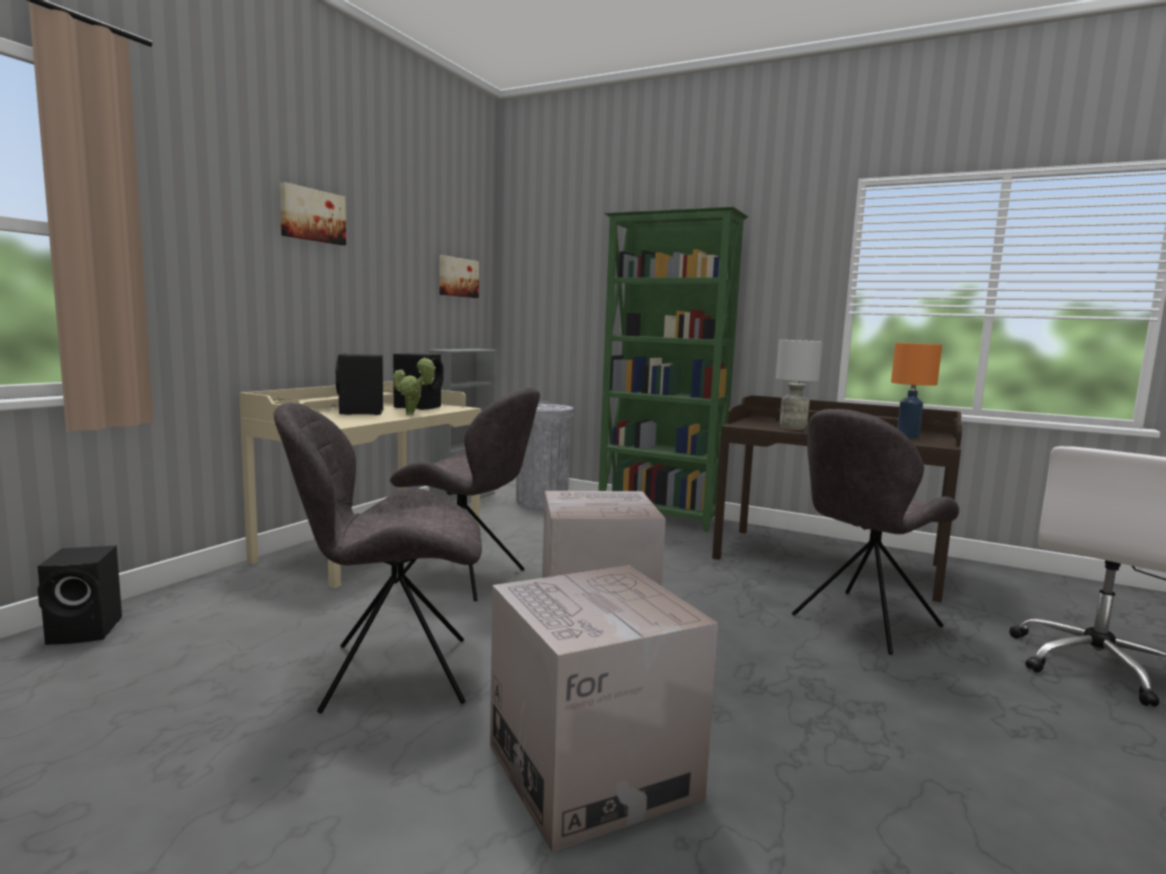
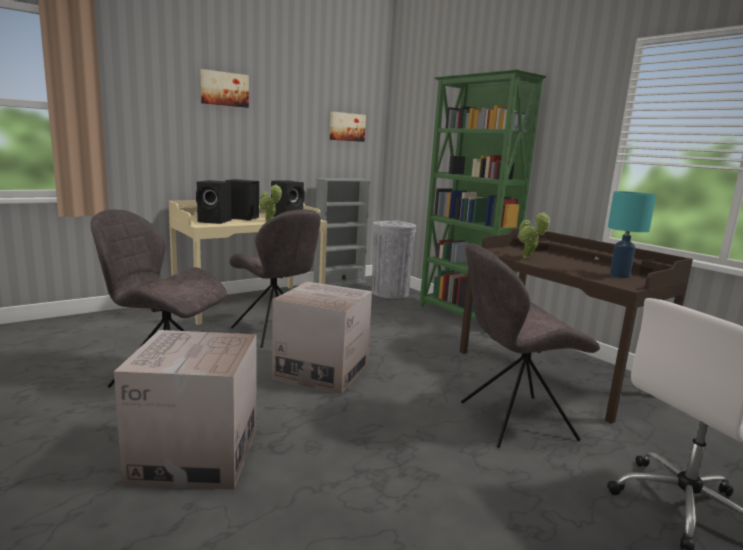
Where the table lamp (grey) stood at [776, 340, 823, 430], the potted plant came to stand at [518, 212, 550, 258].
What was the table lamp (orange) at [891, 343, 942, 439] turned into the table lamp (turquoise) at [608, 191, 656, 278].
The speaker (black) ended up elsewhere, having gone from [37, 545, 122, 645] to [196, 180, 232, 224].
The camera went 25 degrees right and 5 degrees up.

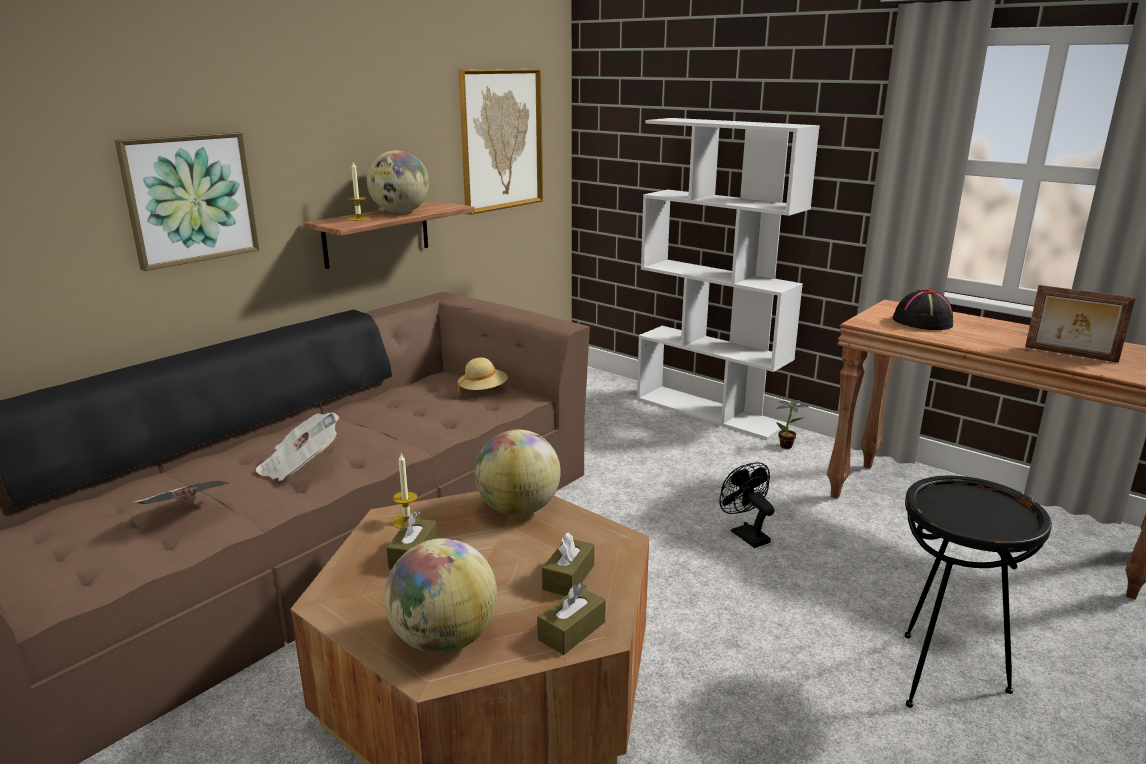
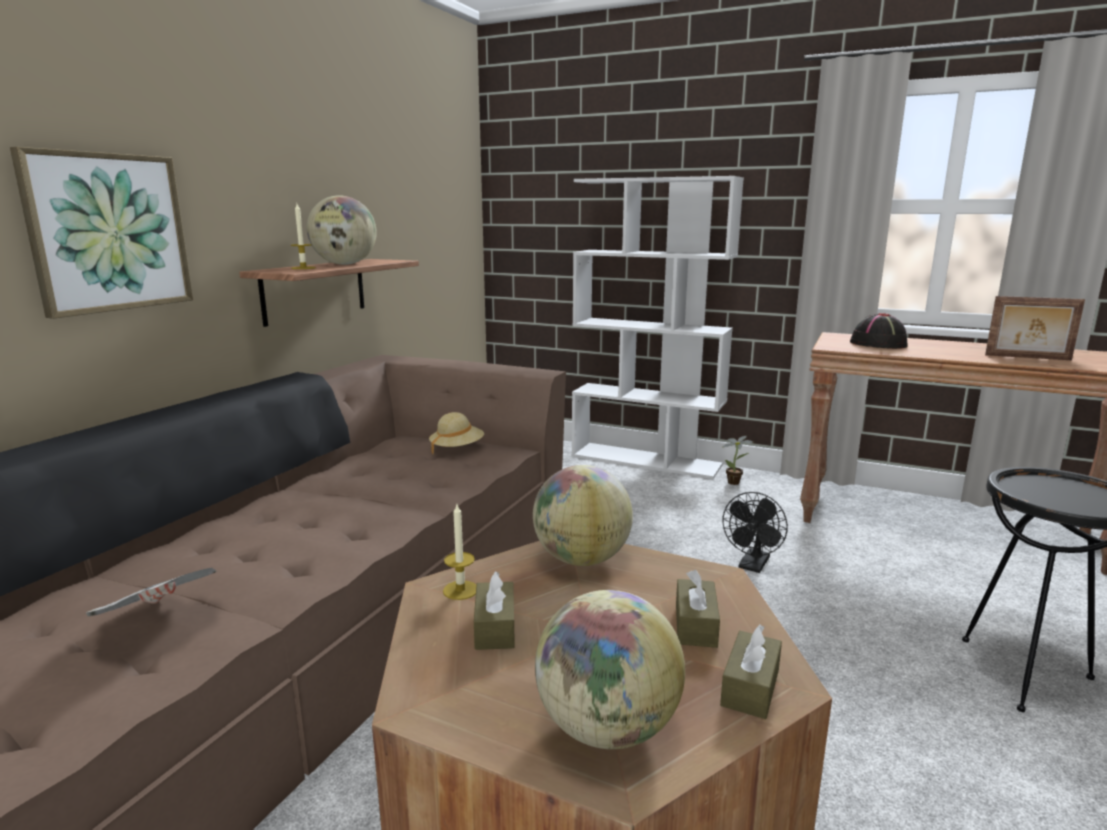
The second view lost the picture at [458, 69, 543, 215].
The second view lost the newspaper at [256, 412, 339, 481].
The fan (black) at [720, 462, 774, 548] ended up facing another way, 105 degrees counterclockwise from before.
The camera went 15 degrees left and 5 degrees down.

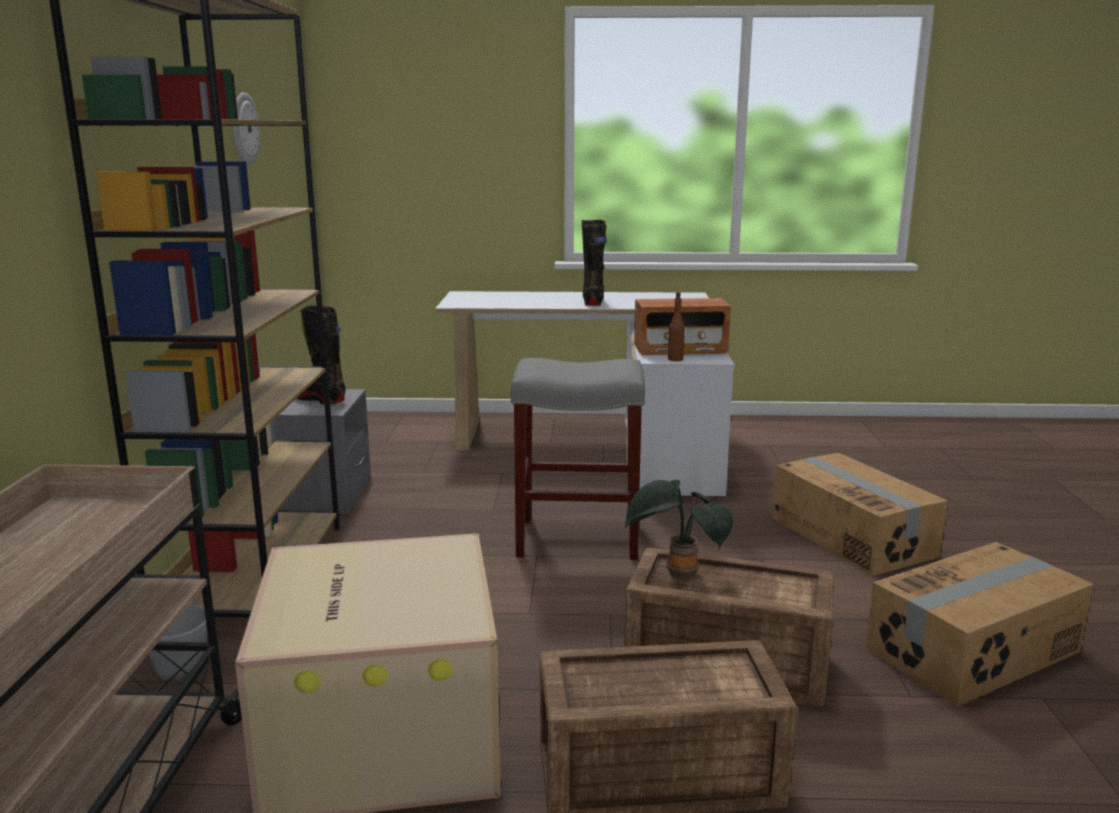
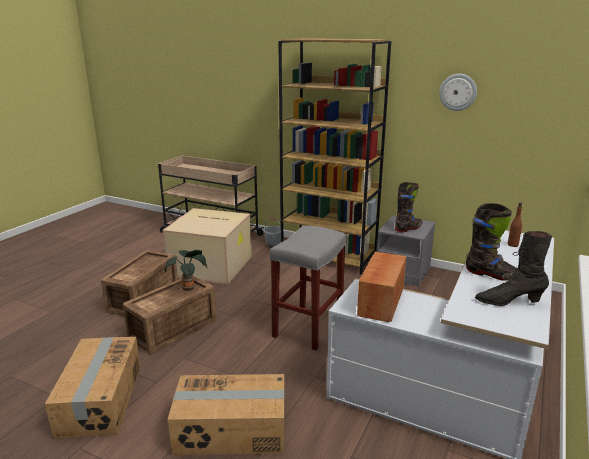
The bottle (brown) ended up elsewhere, having gone from [668, 292, 685, 361] to [507, 202, 522, 247].
The second view gained the boot (black) at [475, 231, 552, 306].
The camera went 115 degrees right and 5 degrees up.

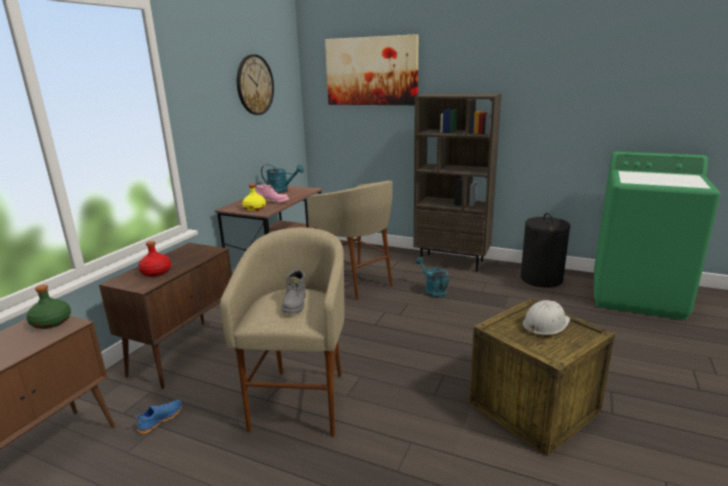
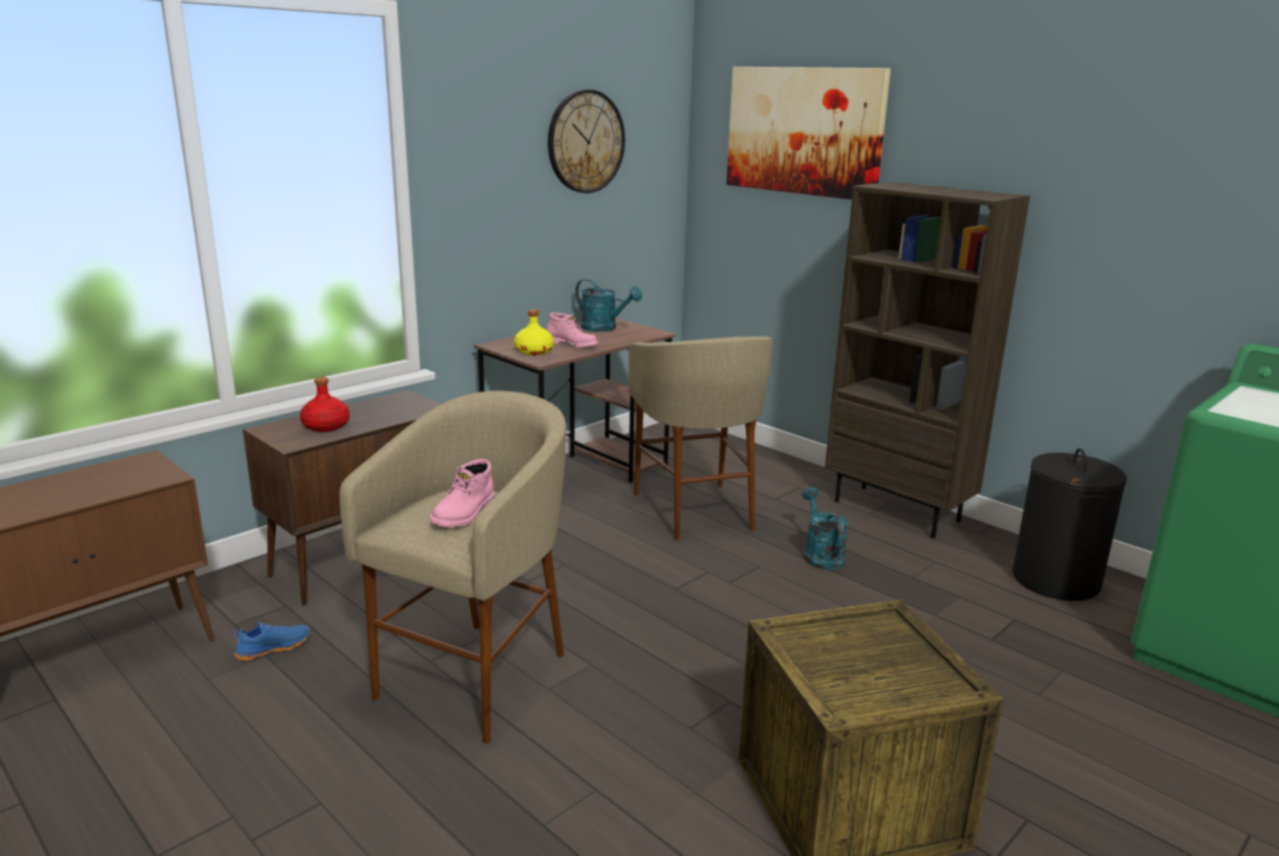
What was the boot (grey) at [281, 269, 306, 313] turned into the boot (pink) at [430, 459, 494, 527].
The second view lost the bottle (green) at [27, 285, 71, 329].
The second view lost the hard hat (white) at [523, 300, 570, 335].
The camera went 20 degrees right and 0 degrees up.

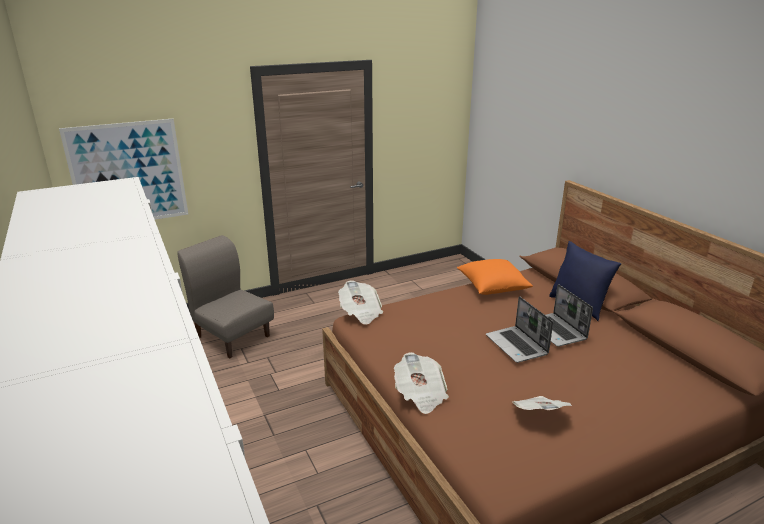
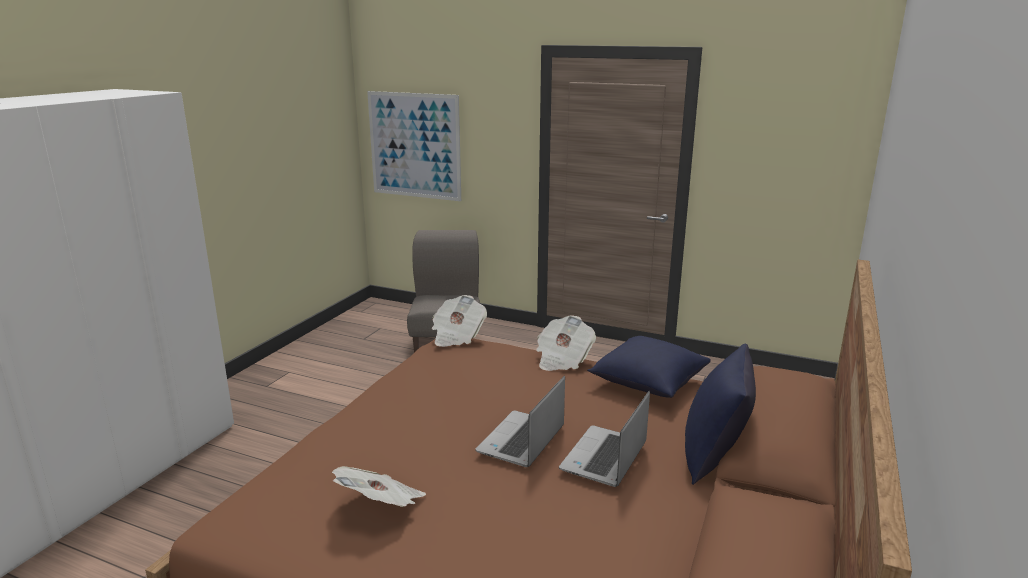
What was the pillow (orange) at [457, 259, 533, 295] turned into the pillow (blue) at [587, 336, 711, 398].
The newspaper ended up elsewhere, having gone from [394, 352, 449, 414] to [536, 315, 596, 371].
The camera went 50 degrees right and 5 degrees down.

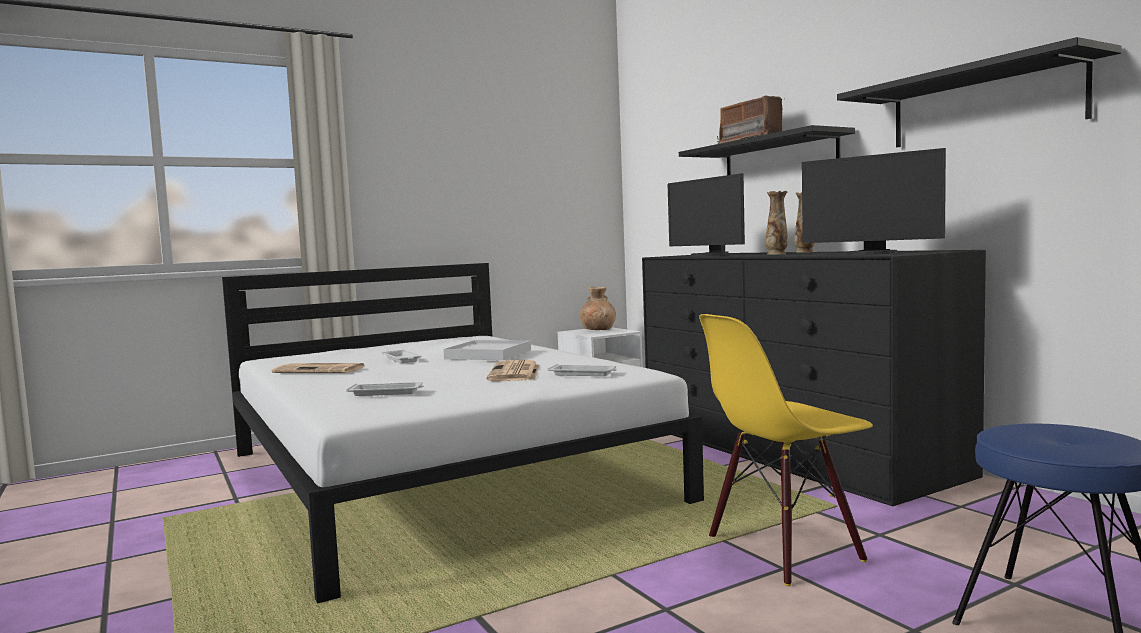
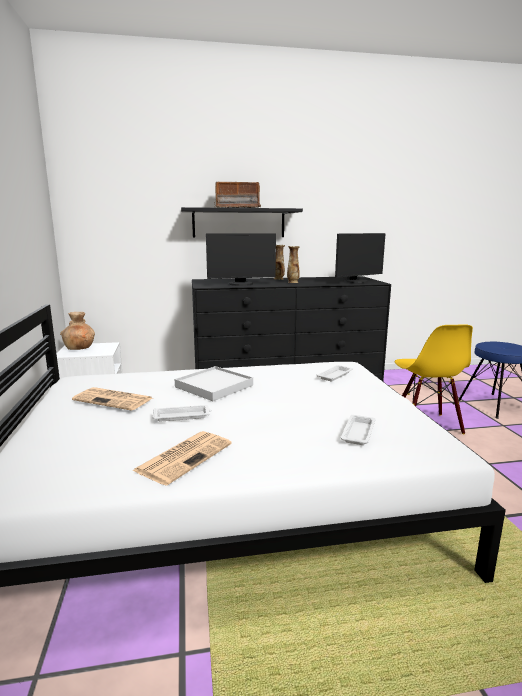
The second view lost the shelf (black) at [837, 37, 1122, 147].
The newspaper ended up elsewhere, having gone from [487, 360, 540, 381] to [72, 387, 152, 411].
The camera went 70 degrees left and 10 degrees up.

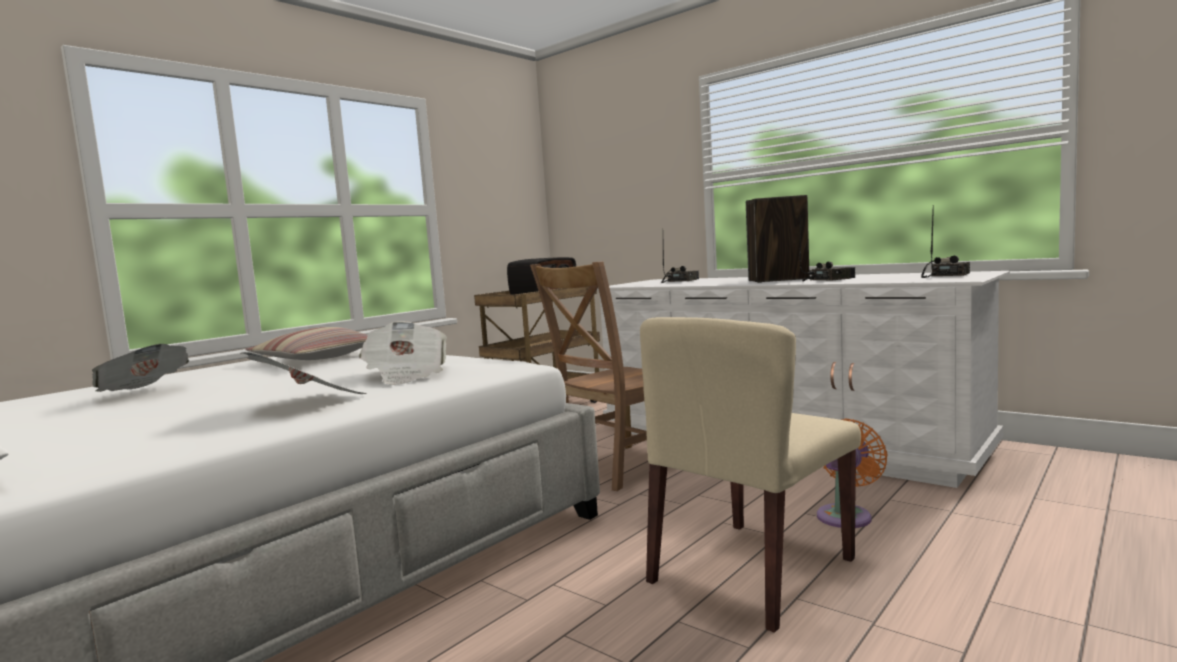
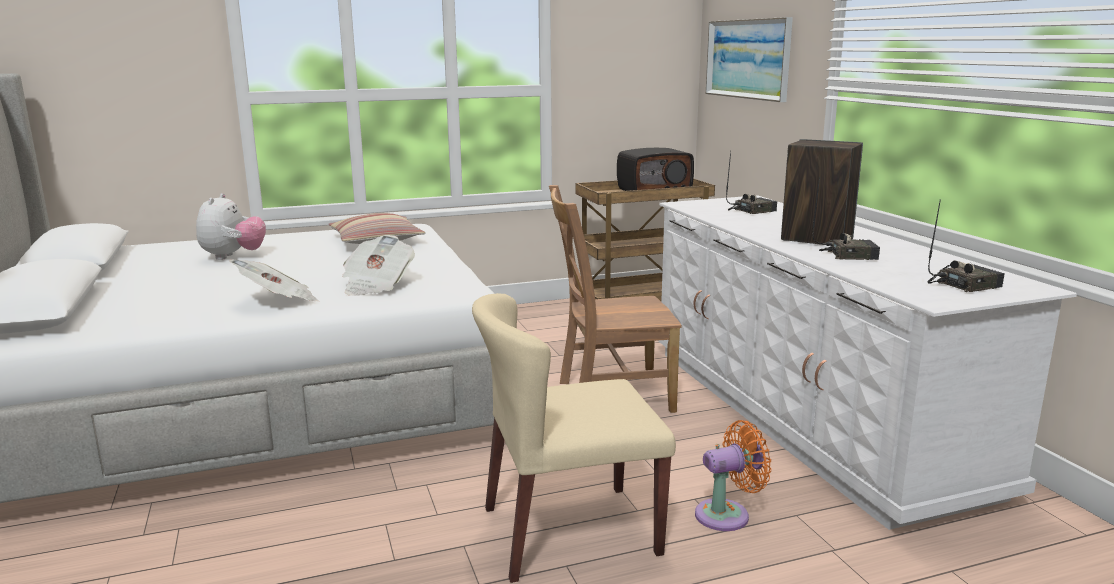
Where the newspaper stood at [92, 344, 189, 392], the plush toy came to stand at [196, 193, 266, 260].
The second view gained the picture at [706, 17, 793, 102].
The camera went 30 degrees right and 10 degrees up.

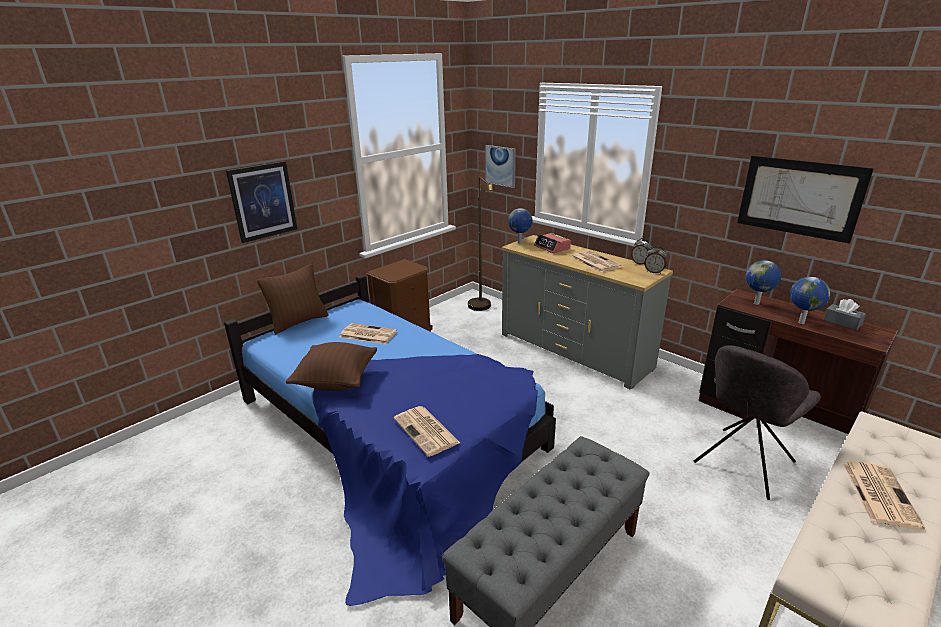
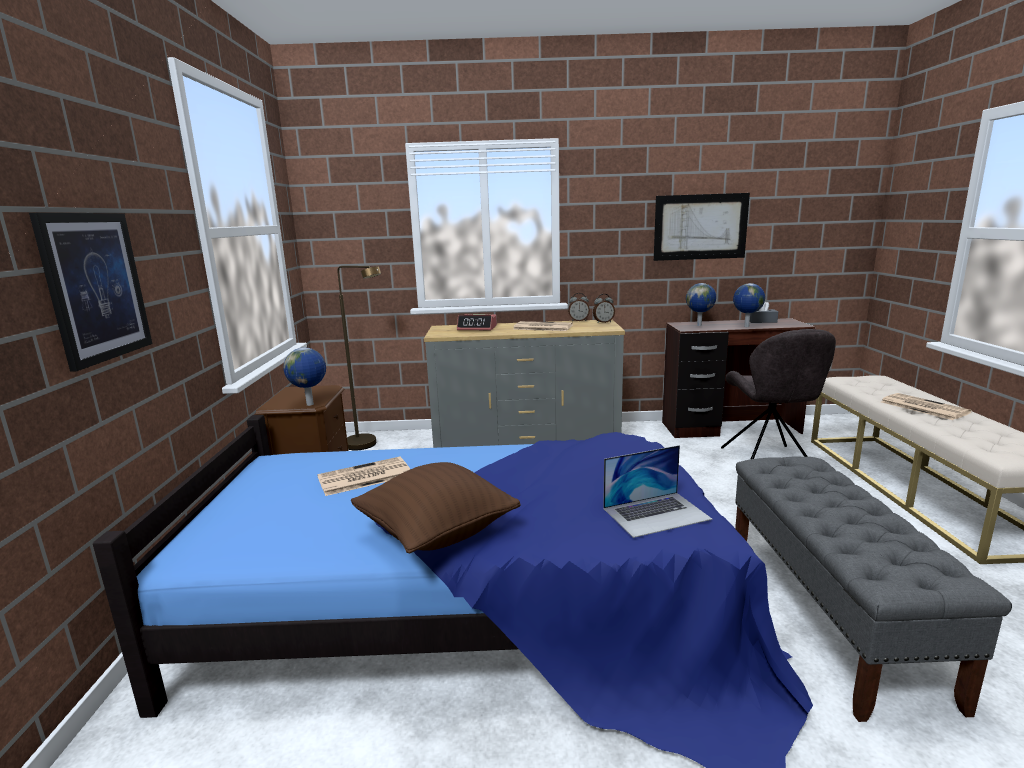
The second view lost the picture at [485, 145, 516, 188].
The globe ended up elsewhere, having gone from [508, 208, 532, 244] to [283, 348, 326, 406].
The second view lost the pillow (brown) at [257, 264, 329, 335].
Where the newspaper stood at [394, 406, 460, 457], the laptop came to stand at [603, 445, 712, 538].
The camera went 45 degrees left and 10 degrees down.

